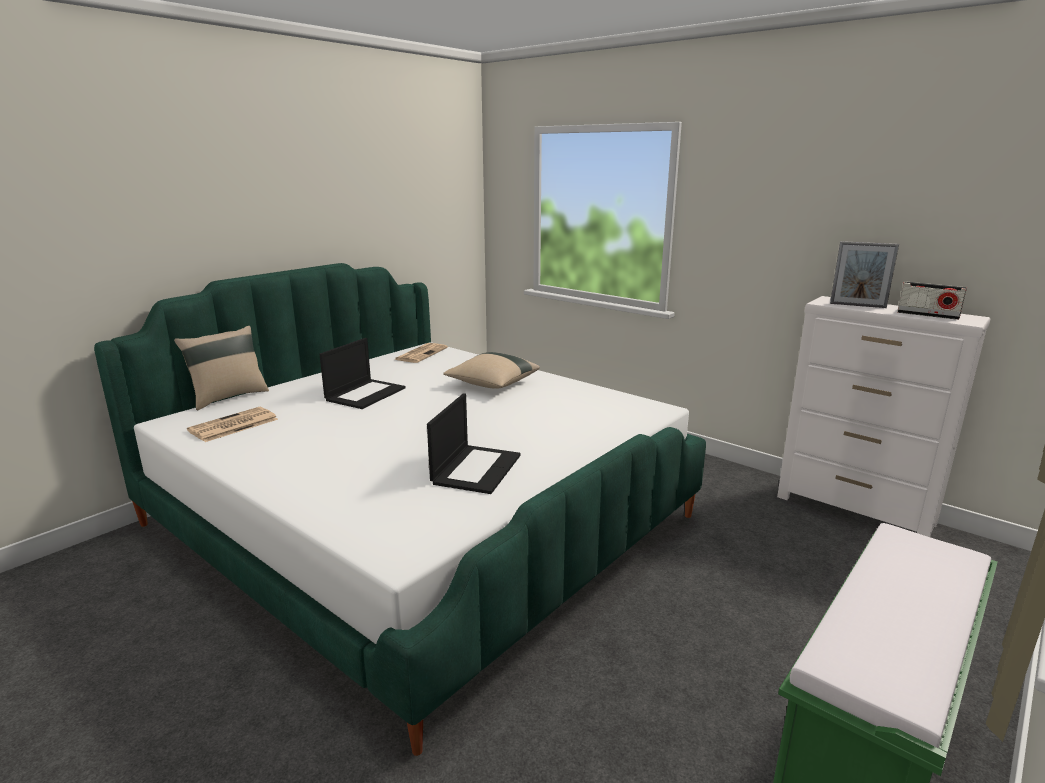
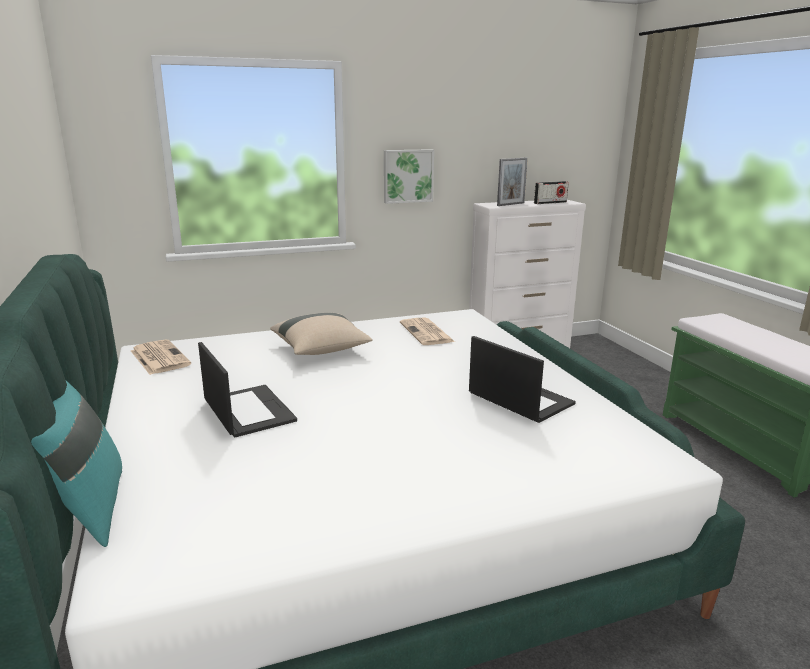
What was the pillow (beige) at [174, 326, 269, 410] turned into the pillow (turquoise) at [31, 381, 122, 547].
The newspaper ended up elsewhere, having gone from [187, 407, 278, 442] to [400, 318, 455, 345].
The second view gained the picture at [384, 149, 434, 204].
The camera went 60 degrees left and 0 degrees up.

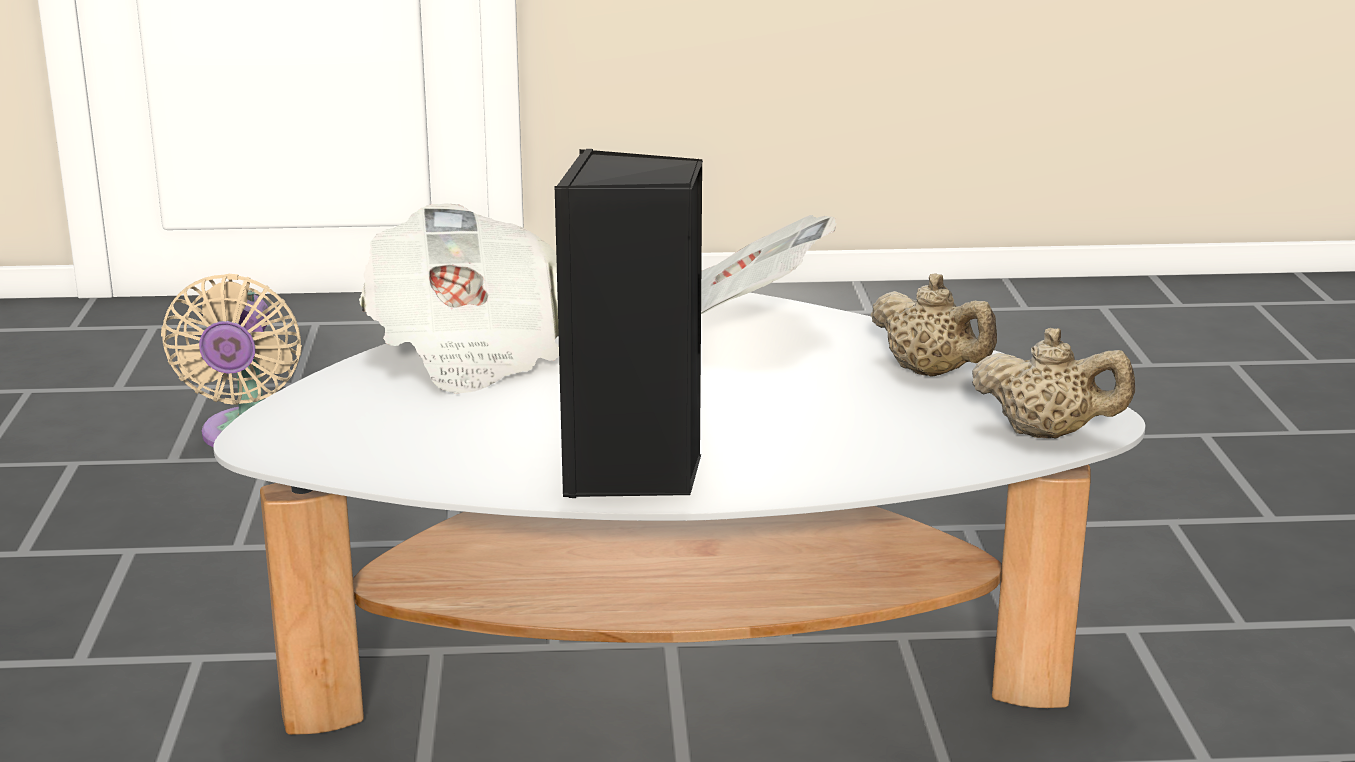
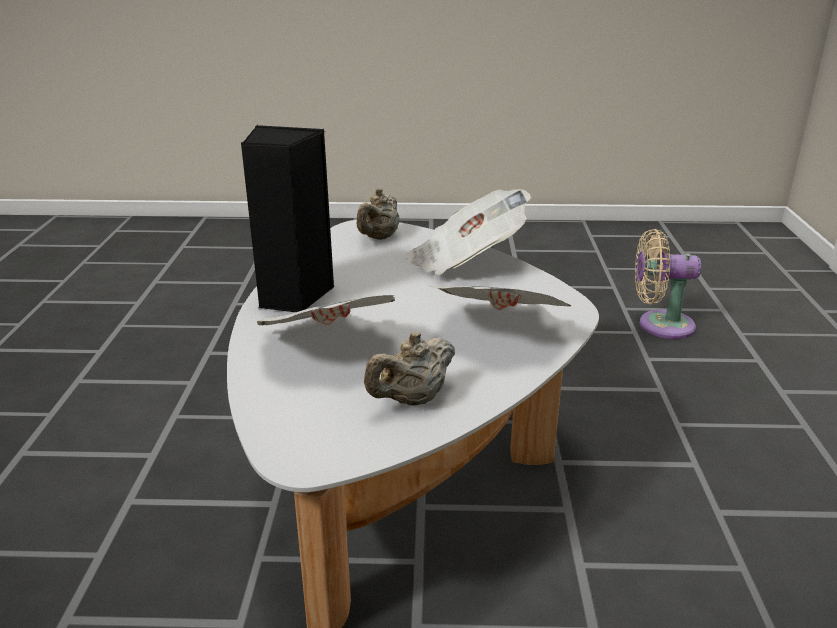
The teapot (beige) ended up elsewhere, having gone from [972, 328, 1135, 439] to [357, 188, 399, 240].
The second view gained the newspaper at [257, 295, 395, 326].
The camera went 95 degrees right and 5 degrees up.

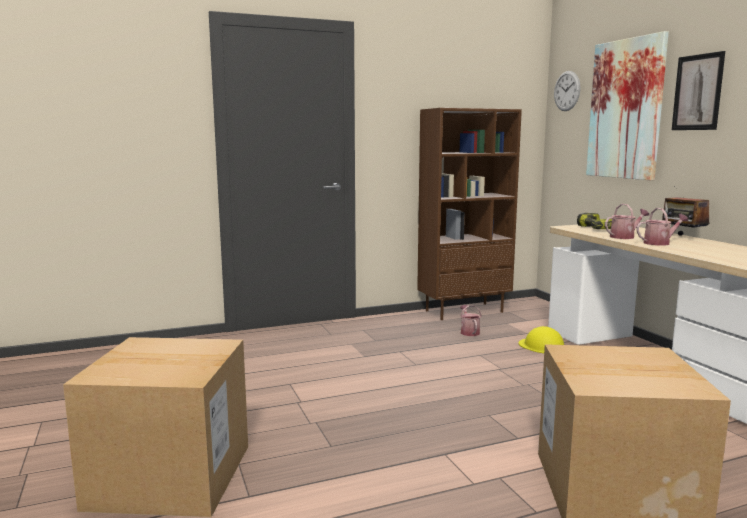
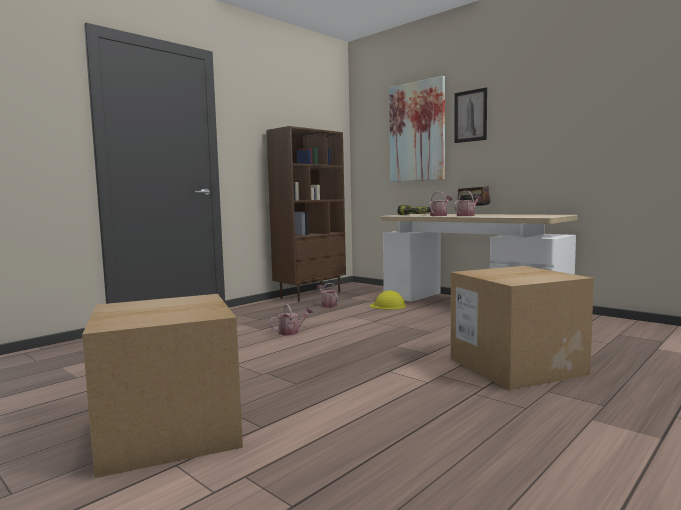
The second view lost the wall clock at [554, 71, 580, 111].
The second view gained the watering can at [269, 304, 313, 336].
The camera went 25 degrees left and 5 degrees down.

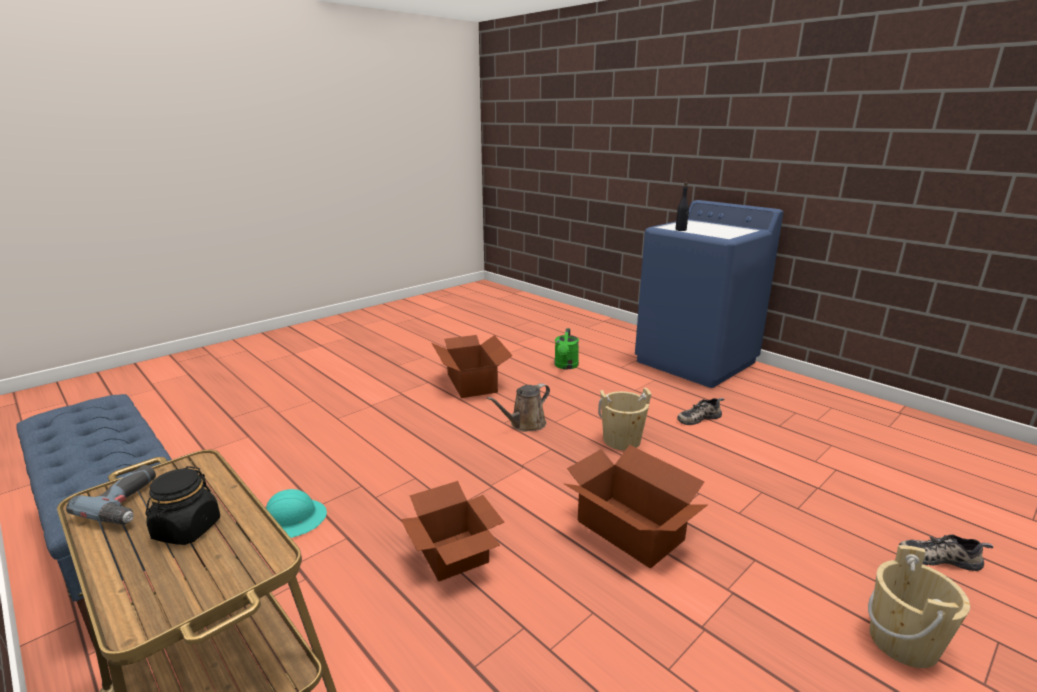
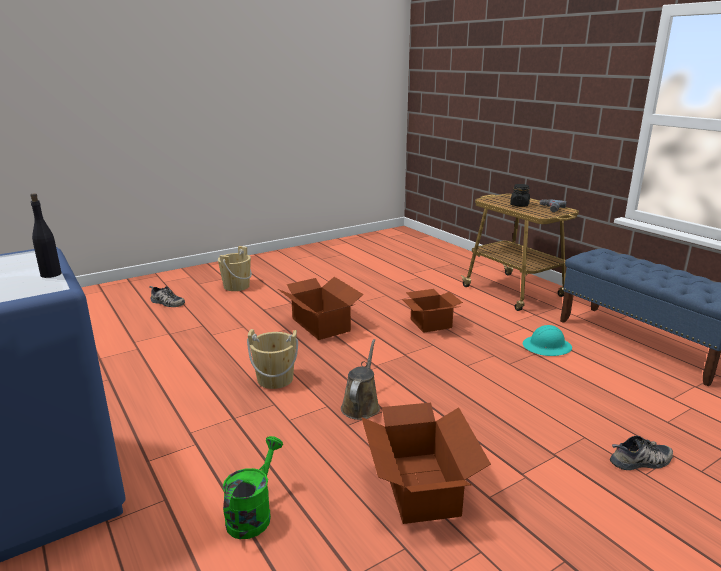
The watering can (brown) at [487, 383, 550, 432] ended up facing another way, 45 degrees counterclockwise from before.
The shoe ended up elsewhere, having gone from [677, 398, 724, 425] to [610, 435, 673, 470].
The camera went 170 degrees left and 0 degrees up.

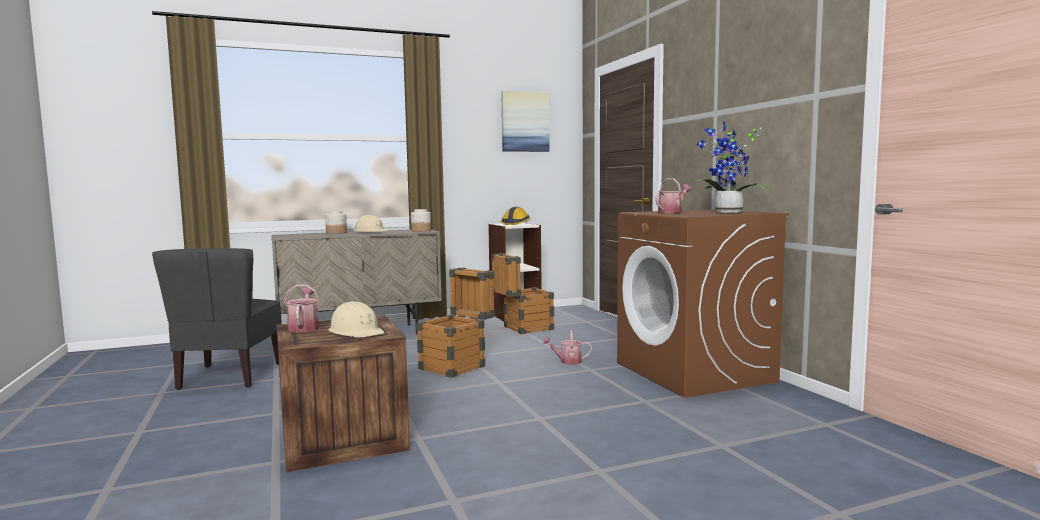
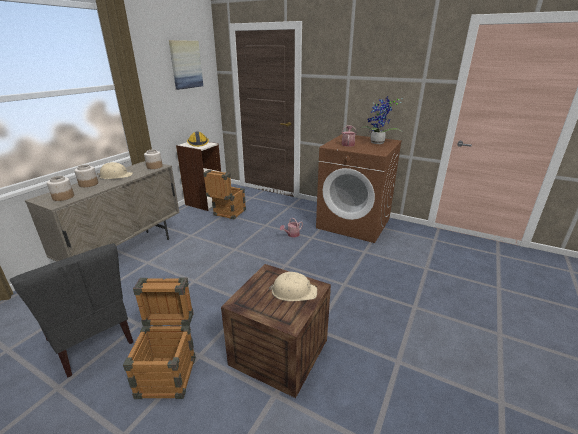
The crate ended up elsewhere, having gone from [417, 267, 495, 378] to [123, 278, 196, 399].
The second view lost the watering can at [284, 284, 320, 332].
The second view gained the jar at [47, 176, 74, 201].
The camera went 40 degrees left and 20 degrees up.

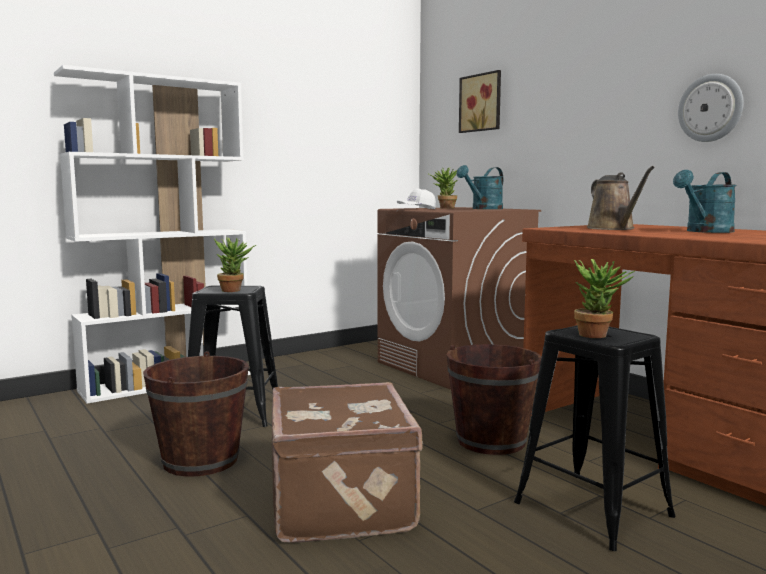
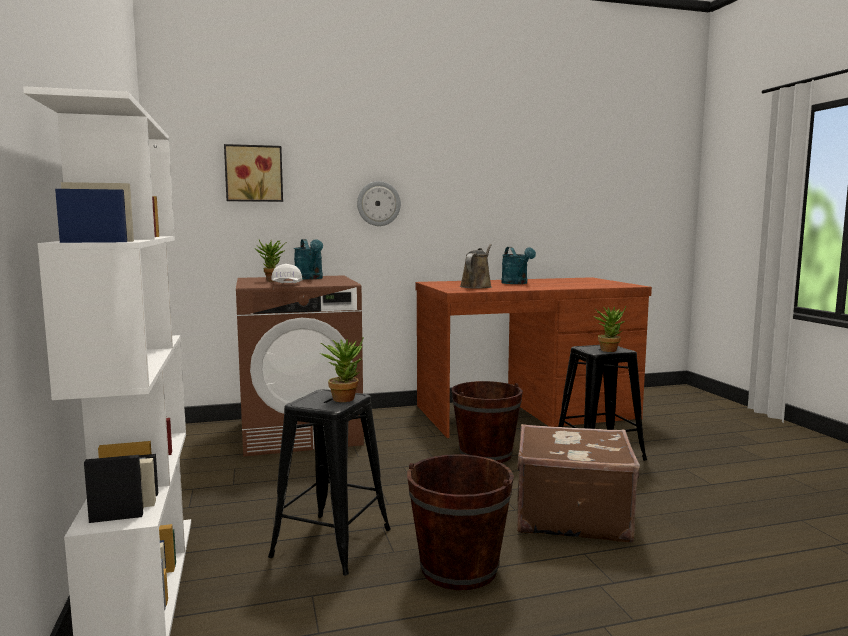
The wall clock ended up elsewhere, having gone from [678, 74, 744, 142] to [357, 181, 401, 226].
The watering can (brown) at [587, 166, 655, 230] ended up facing another way, 75 degrees counterclockwise from before.
The camera went 70 degrees left and 0 degrees up.

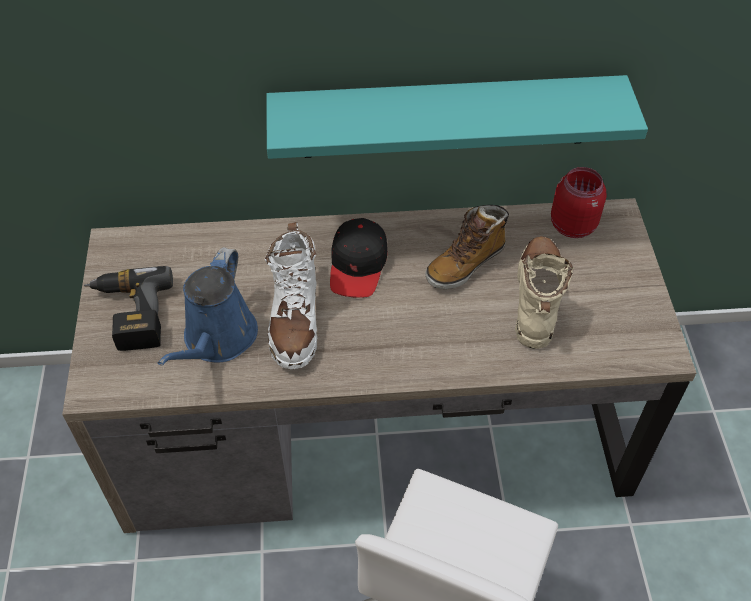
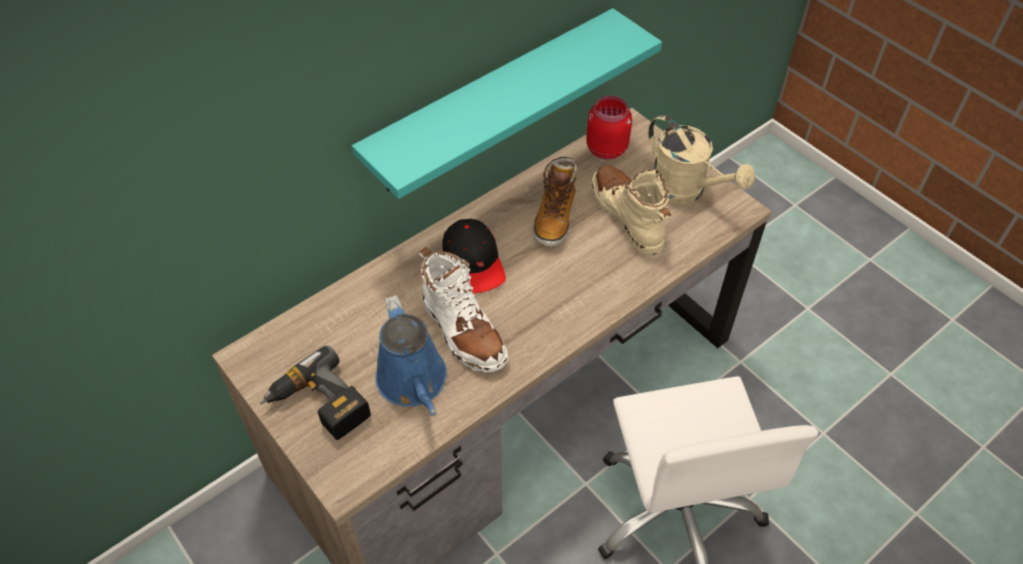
The second view gained the watering can (beige) at [648, 115, 755, 204].
The camera went 35 degrees left and 0 degrees up.

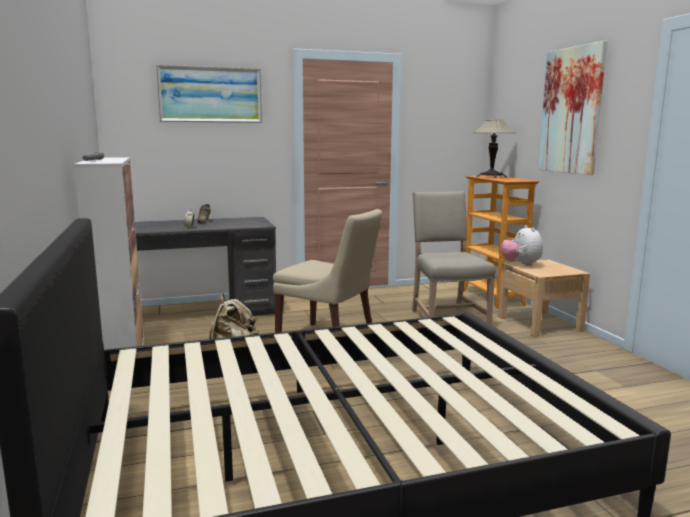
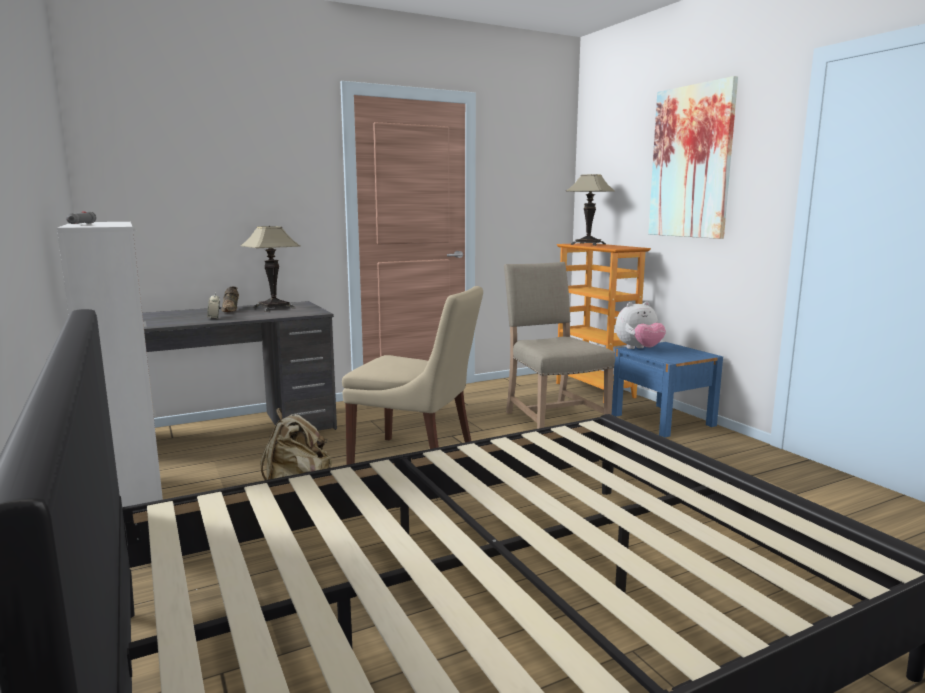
The second view lost the picture at [156, 65, 262, 123].
The plush toy at [501, 225, 543, 266] ended up facing another way, 90 degrees counterclockwise from before.
What was the nightstand (beige) at [498, 260, 590, 337] turned into the nightstand (blue) at [612, 342, 723, 438].
The second view gained the table lamp at [240, 226, 301, 312].
The camera went 10 degrees left and 0 degrees up.

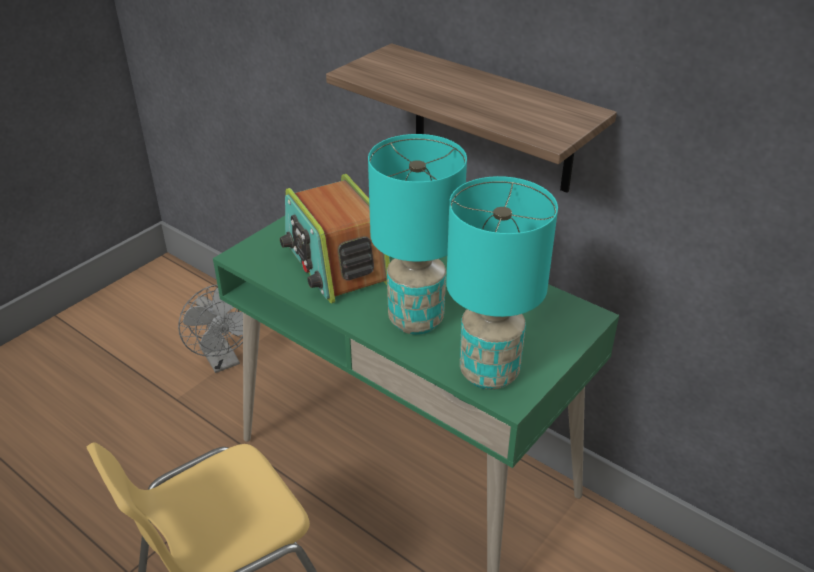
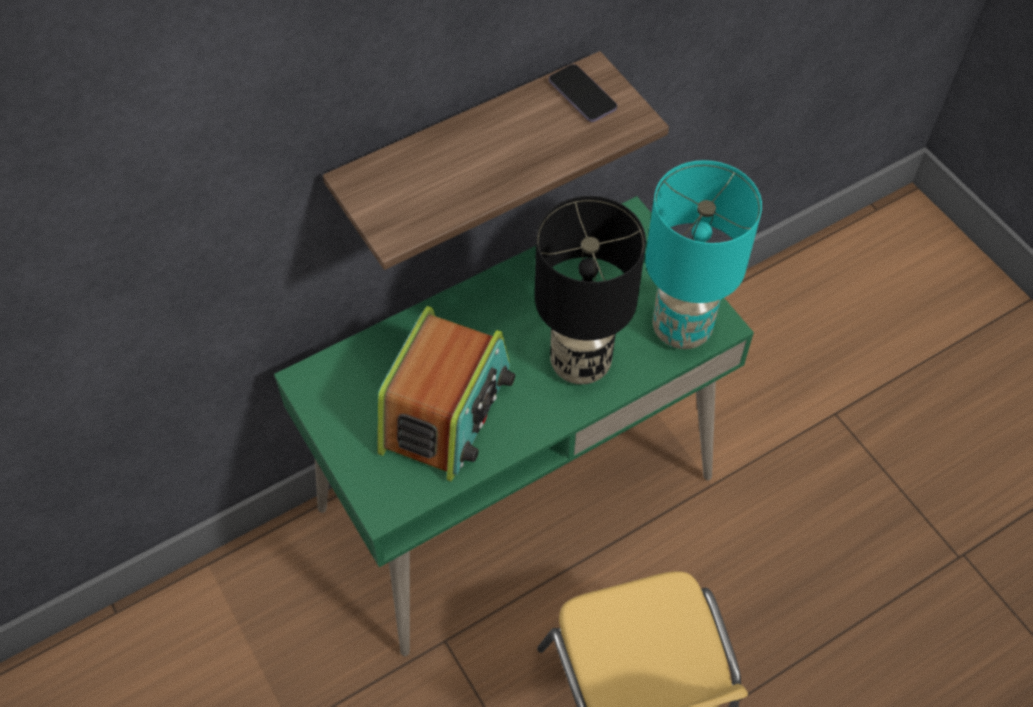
What was the table lamp (turquoise) at [368, 134, 467, 335] turned into the table lamp (black) at [535, 196, 646, 384].
The radio at [280, 174, 390, 303] ended up facing another way, 60 degrees counterclockwise from before.
The second view lost the fan (grey) at [178, 285, 243, 373].
The second view gained the phone at [549, 64, 617, 122].
The camera went 70 degrees left and 20 degrees up.

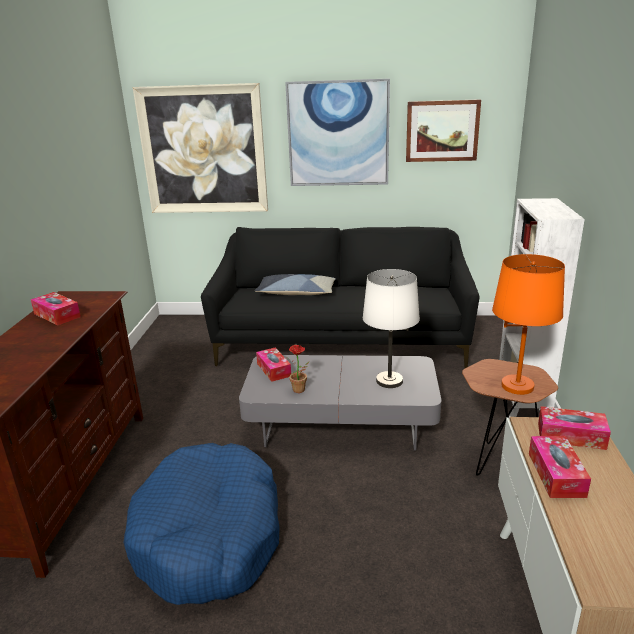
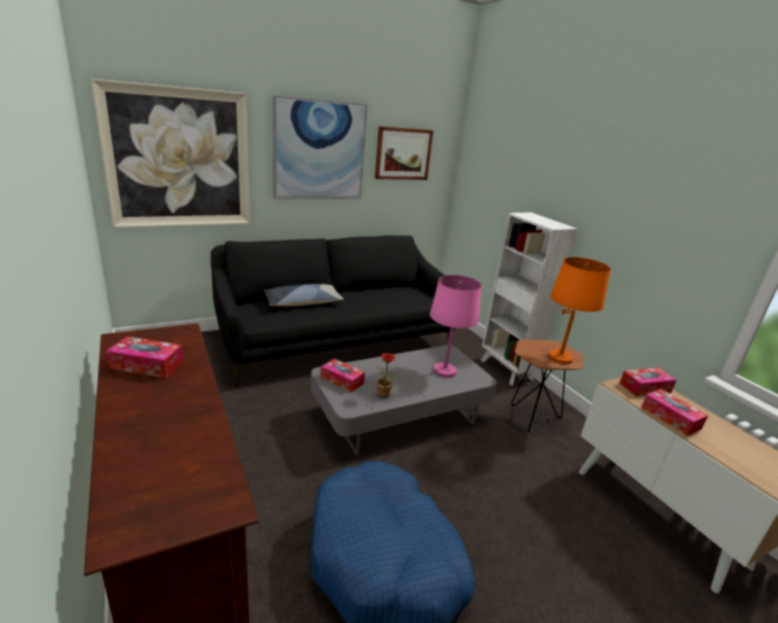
What was the table lamp (white) at [363, 269, 420, 388] turned into the table lamp (pink) at [430, 275, 481, 378].
The camera went 35 degrees left and 0 degrees up.

